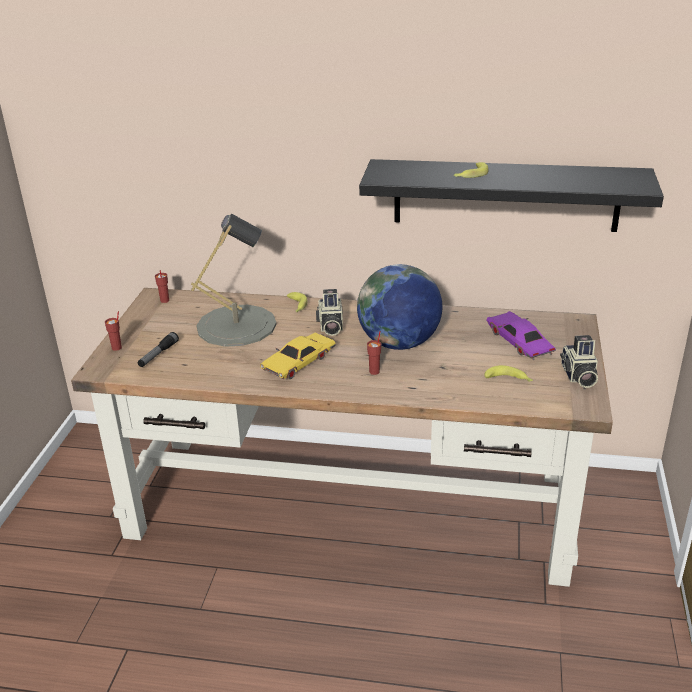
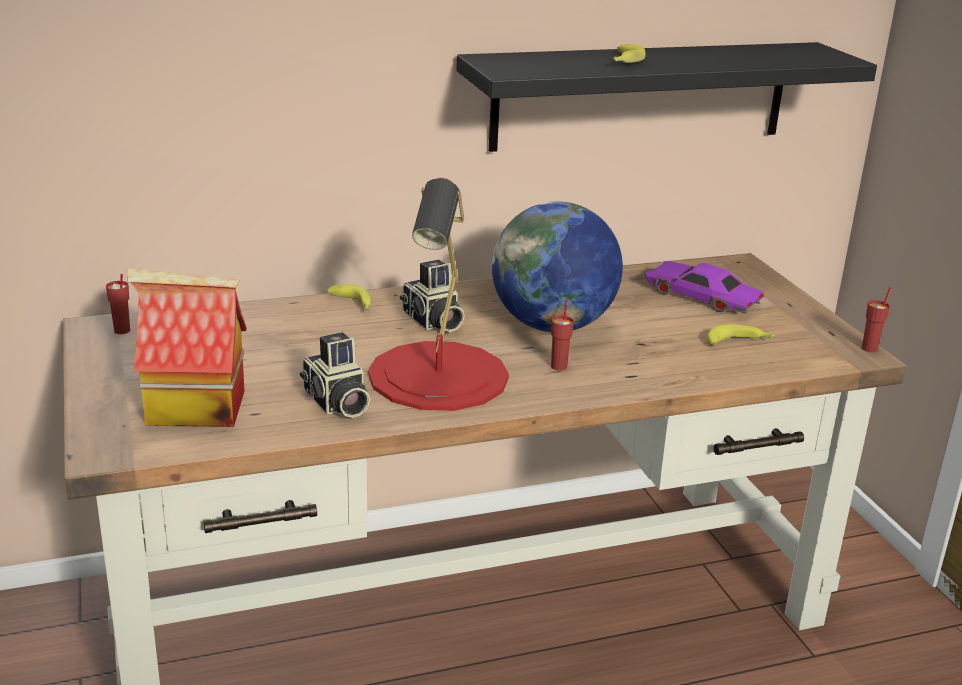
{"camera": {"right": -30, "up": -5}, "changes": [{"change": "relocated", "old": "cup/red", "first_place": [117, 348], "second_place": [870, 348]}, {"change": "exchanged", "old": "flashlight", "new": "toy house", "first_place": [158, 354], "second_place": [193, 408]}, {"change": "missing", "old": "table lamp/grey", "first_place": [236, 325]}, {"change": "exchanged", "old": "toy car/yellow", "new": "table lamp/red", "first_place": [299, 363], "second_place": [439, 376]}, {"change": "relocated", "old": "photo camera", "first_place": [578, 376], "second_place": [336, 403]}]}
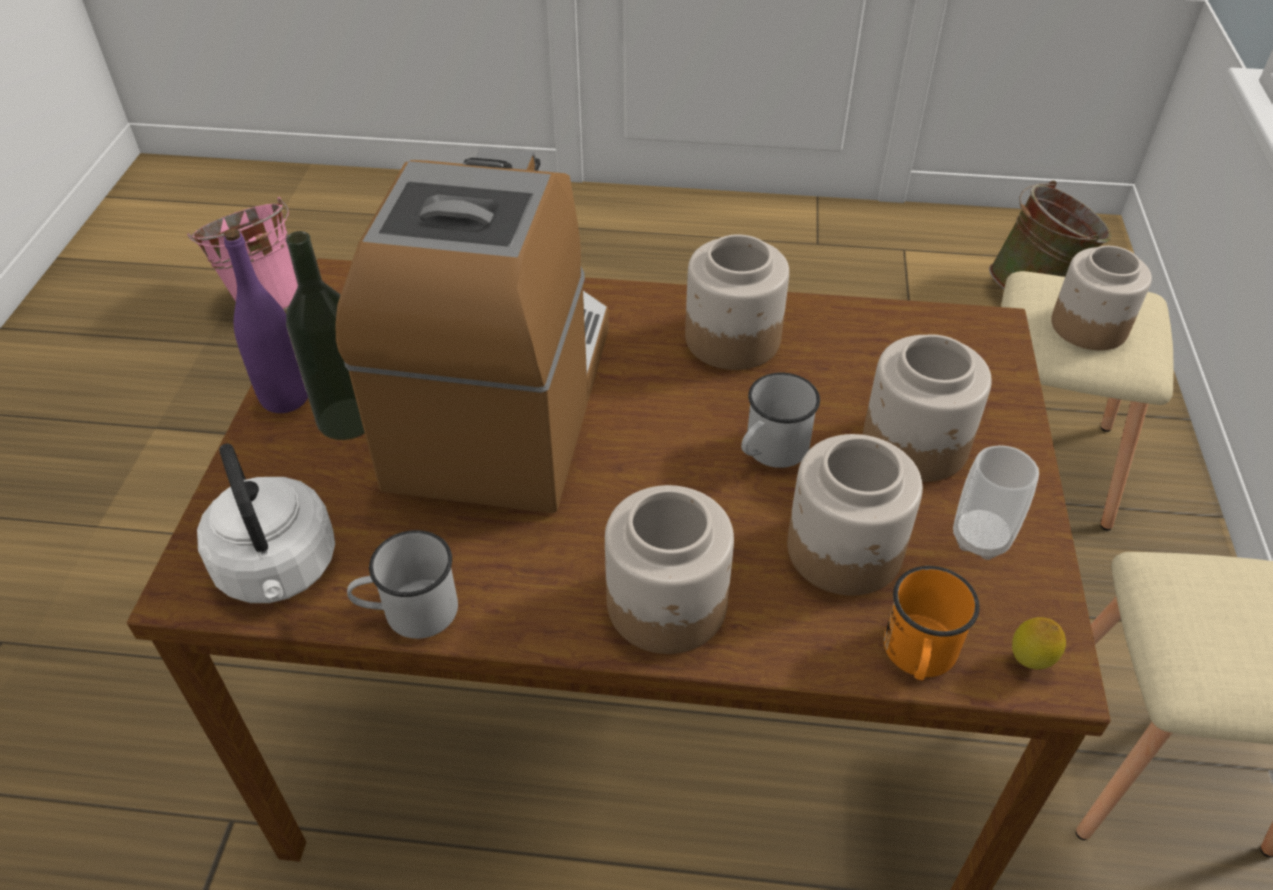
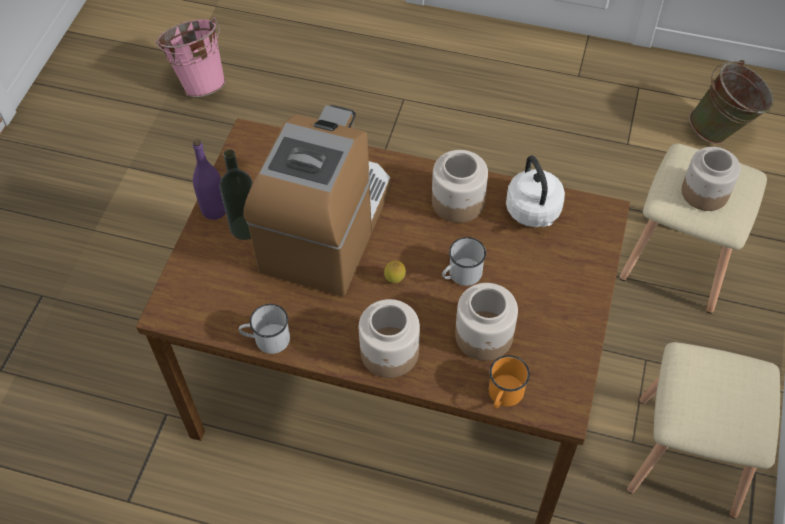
{"camera": {"right": 10, "up": 10}, "changes": [{"change": "relocated", "old": "kettle/white", "first_place": [279, 571], "second_place": [534, 212]}, {"change": "missing", "old": "jar", "first_place": [916, 444]}, {"change": "missing", "old": "cup", "first_place": [980, 538]}, {"change": "relocated", "old": "lemon", "first_place": [1029, 662], "second_place": [395, 280]}]}
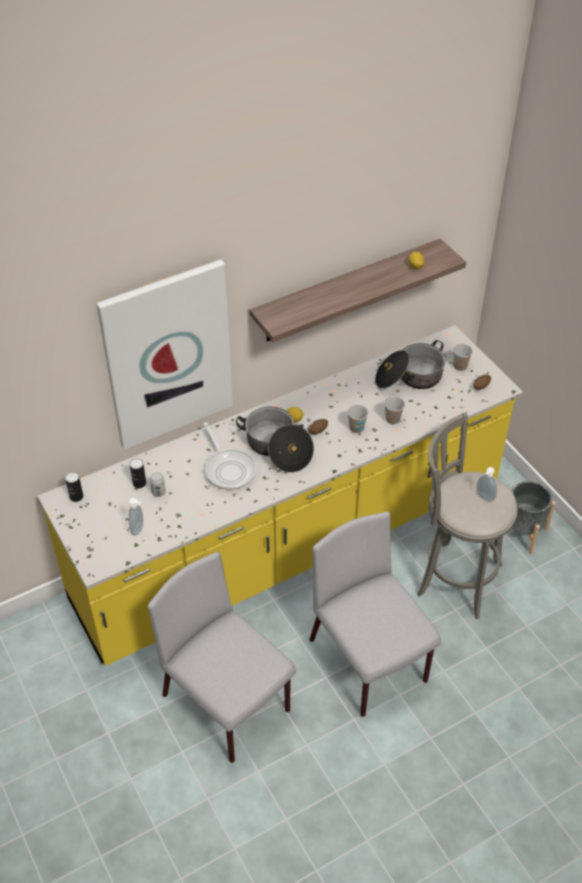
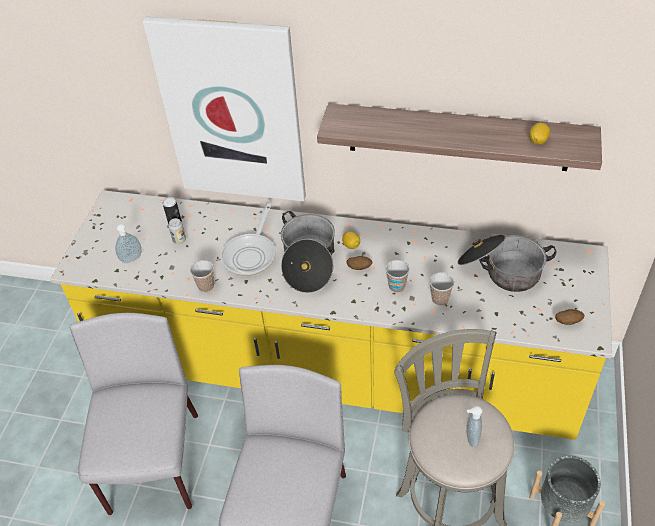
{"camera": {"right": 45, "up": 0}, "changes": [{"change": "missing", "old": "can", "first_place": [76, 497]}, {"change": "relocated", "old": "cup", "first_place": [460, 366], "second_place": [206, 286]}]}
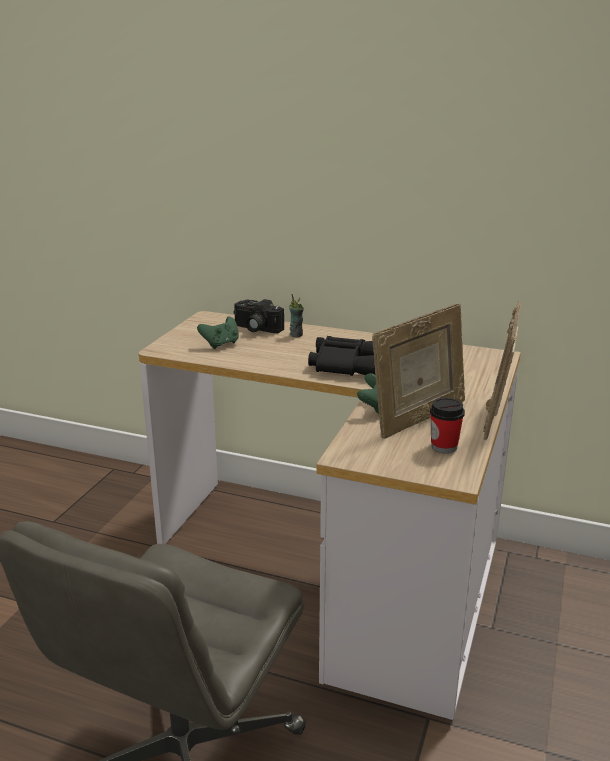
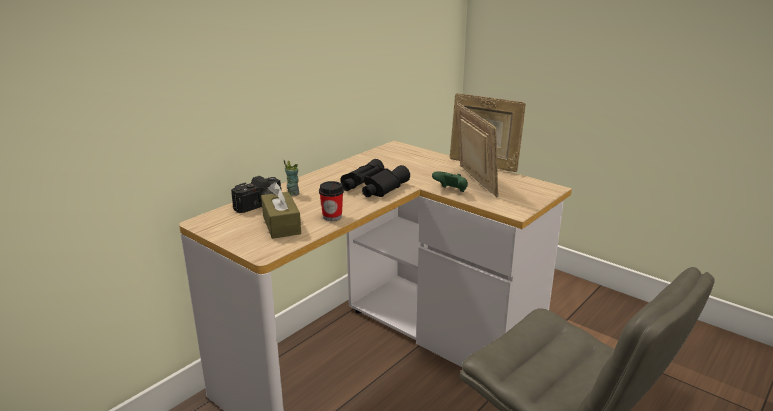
{"camera": {"right": -70, "up": 0}, "changes": [{"change": "exchanged", "old": "game controller/green", "new": "tissue box/brown", "first_place": [221, 344], "second_place": [281, 225]}, {"change": "relocated", "old": "cup", "first_place": [444, 446], "second_place": [332, 217]}]}
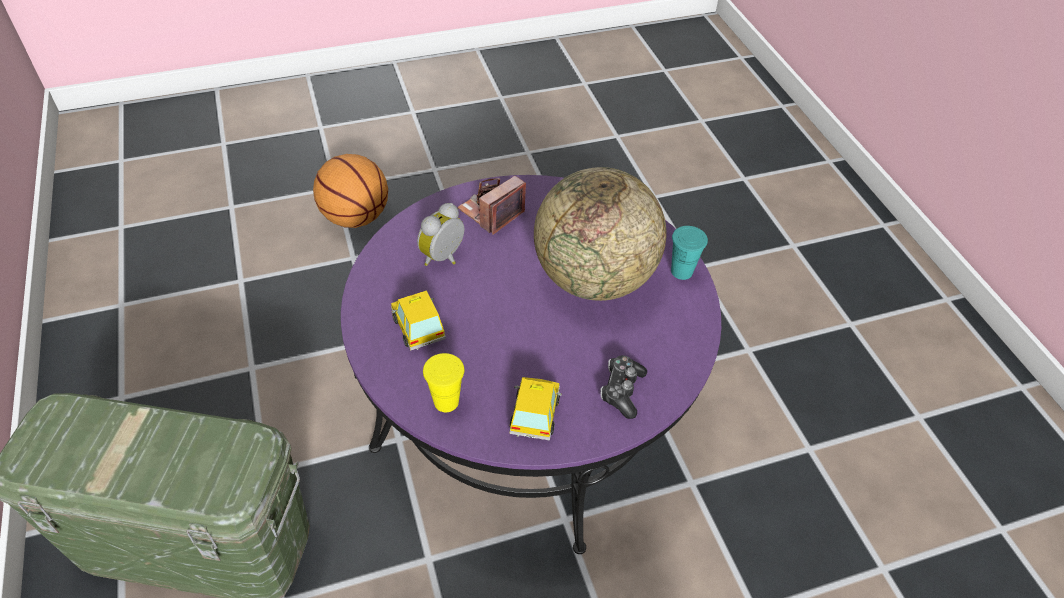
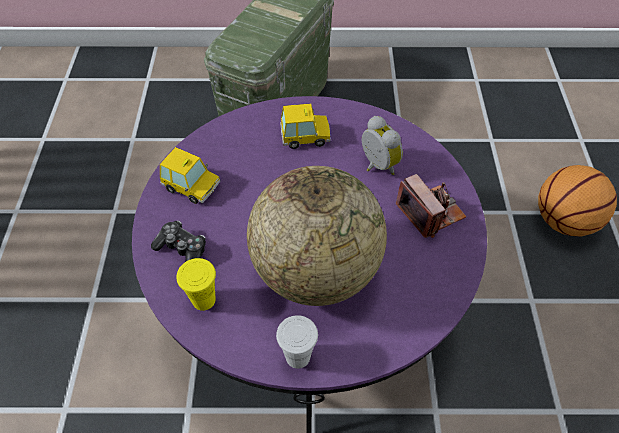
{"camera": {"right": 110, "up": 5}, "changes": [{"change": "relocated", "old": "cup/yellow", "first_place": [446, 401], "second_place": [204, 300]}, {"change": "colour", "old": "cup/turquoise", "new": "cup/white", "first_place": [681, 271], "second_place": [298, 356]}]}
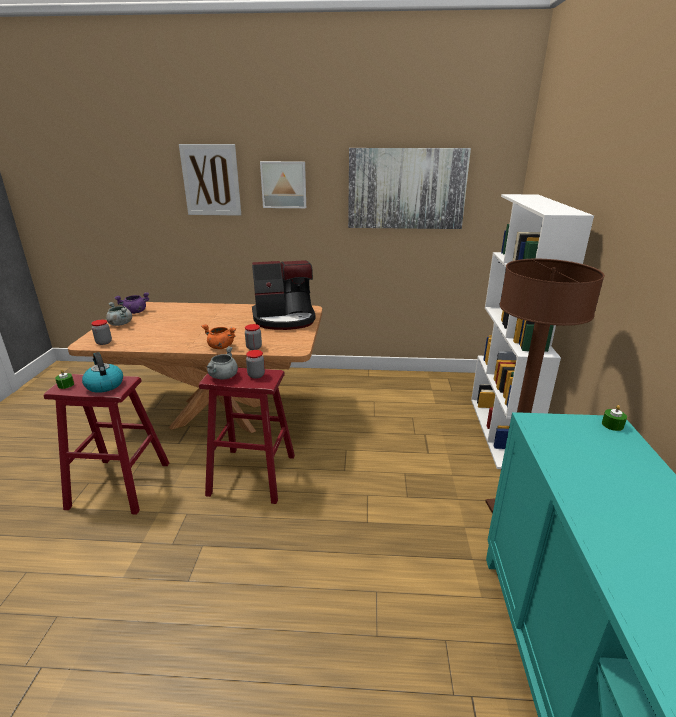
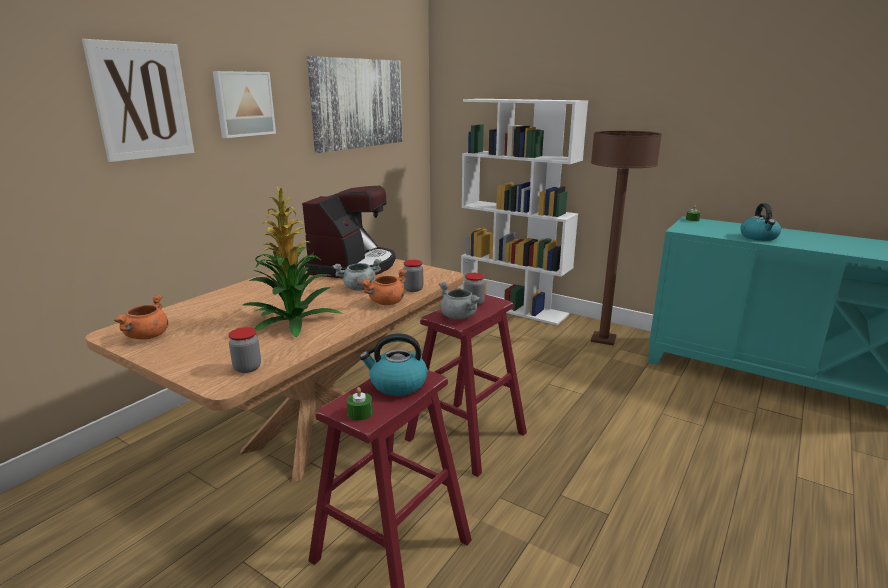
{"camera": {"right": -60, "up": -5}, "changes": [{"change": "relocated", "old": "cooking pot/grey", "first_place": [120, 324], "second_place": [359, 288]}, {"change": "colour", "old": "cooking pot/purple", "new": "cooking pot/orange", "first_place": [135, 312], "second_place": [147, 336]}, {"change": "appeared", "new": "potted plant", "second_place": [292, 321]}, {"change": "appeared", "new": "kettle", "second_place": [759, 237]}]}
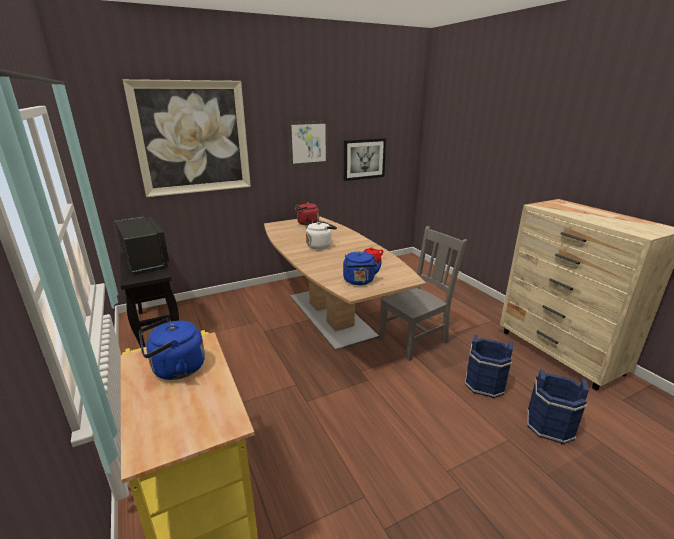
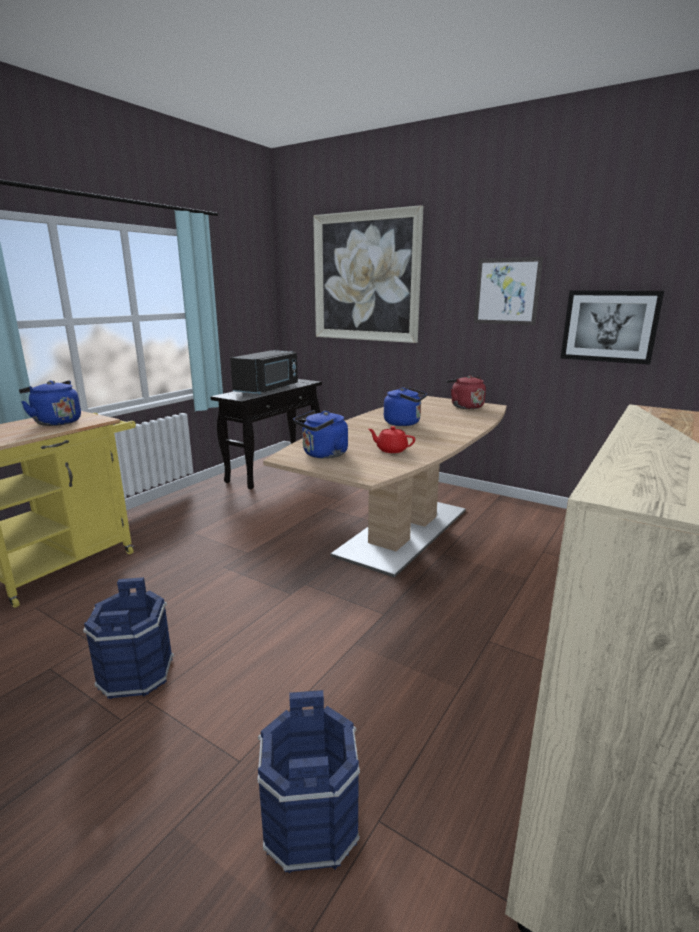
{"camera": {"right": 60, "up": -5}, "changes": [{"change": "colour", "old": "kettle/white", "new": "kettle/blue", "first_place": [320, 245], "second_place": [404, 423]}, {"change": "missing", "old": "chair/grey", "first_place": [415, 339]}, {"change": "relocated", "old": "bucket/blue", "first_place": [484, 384], "second_place": [135, 673]}]}
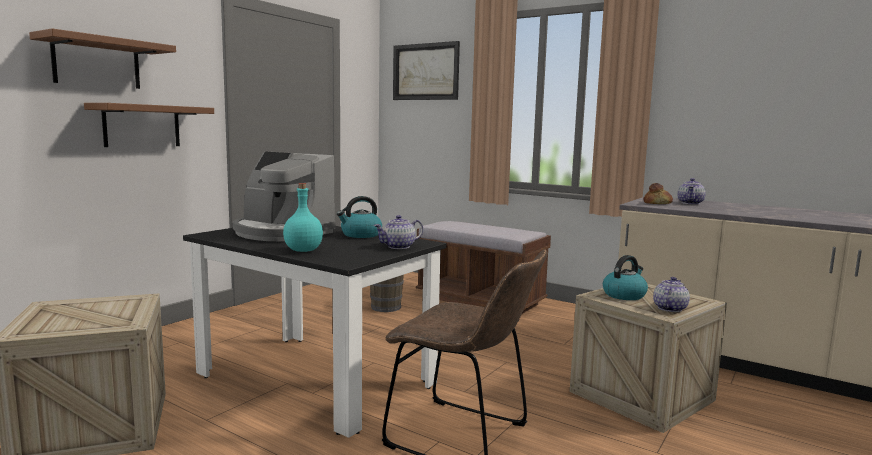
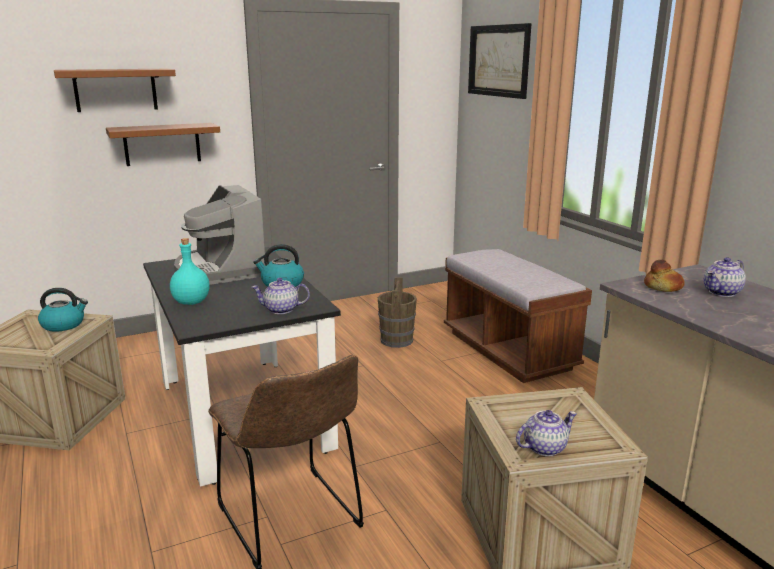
{"camera": {"right": 30, "up": 10}, "changes": [{"change": "relocated", "old": "kettle", "first_place": [624, 295], "second_place": [64, 325]}]}
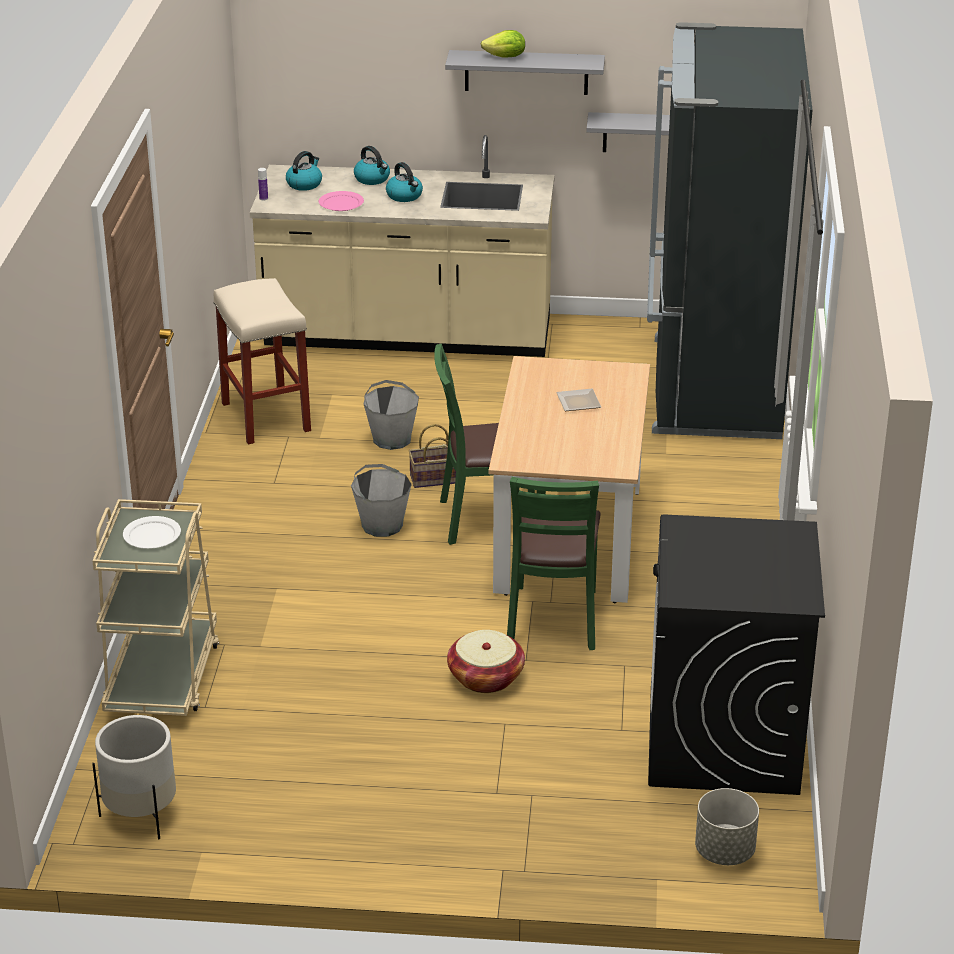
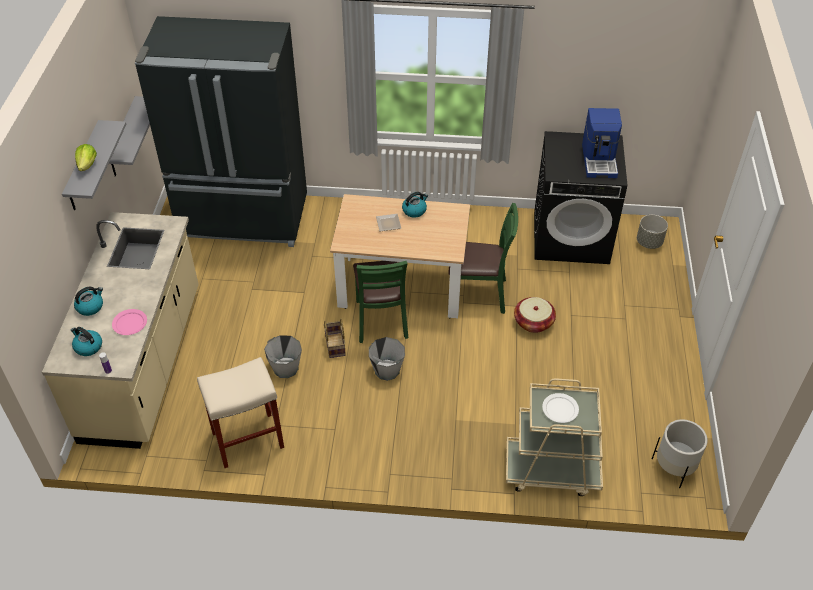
{"camera": {"right": -90, "up": 15}, "changes": [{"change": "relocated", "old": "kettle", "first_place": [405, 196], "second_place": [414, 210]}, {"change": "appeared", "new": "coffee machine", "second_place": [600, 160]}]}
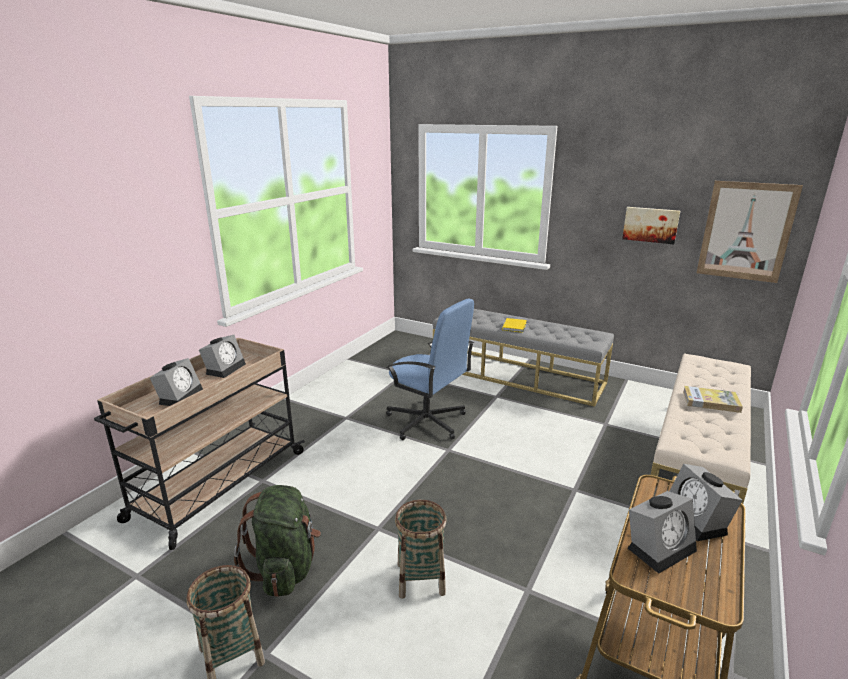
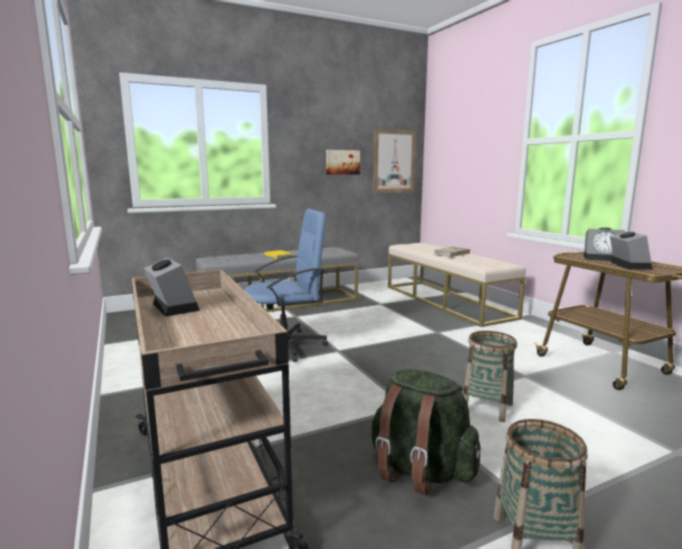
{"camera": {"right": -55, "up": -10}, "changes": [{"change": "missing", "old": "alarm clock", "first_place": [180, 396]}]}
